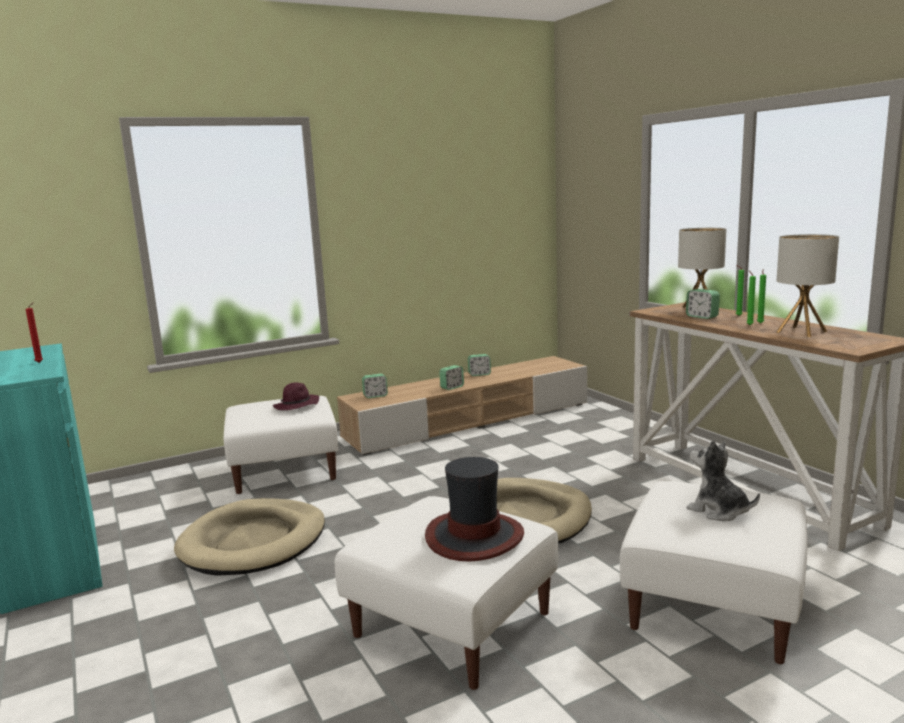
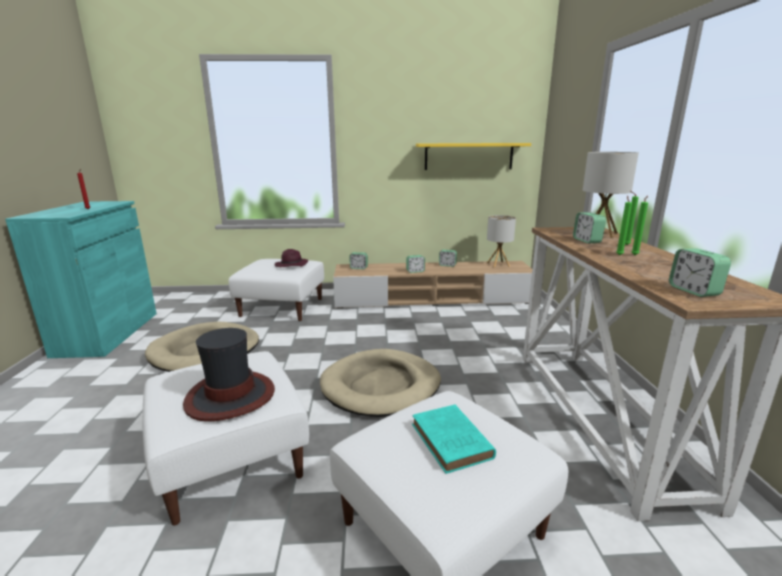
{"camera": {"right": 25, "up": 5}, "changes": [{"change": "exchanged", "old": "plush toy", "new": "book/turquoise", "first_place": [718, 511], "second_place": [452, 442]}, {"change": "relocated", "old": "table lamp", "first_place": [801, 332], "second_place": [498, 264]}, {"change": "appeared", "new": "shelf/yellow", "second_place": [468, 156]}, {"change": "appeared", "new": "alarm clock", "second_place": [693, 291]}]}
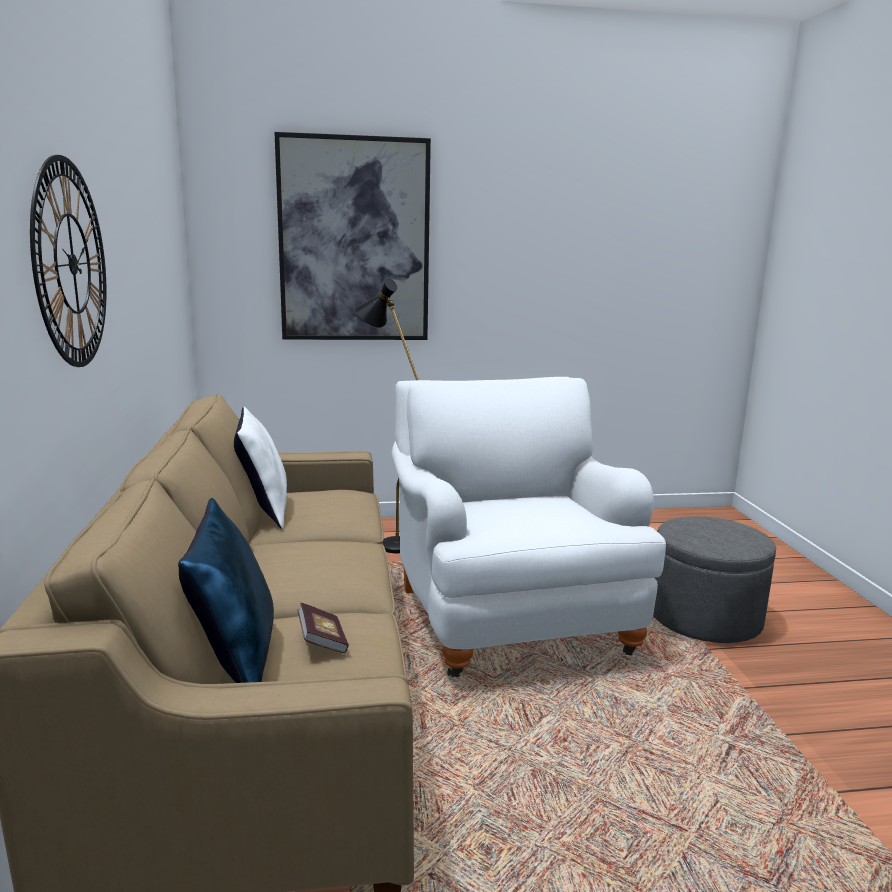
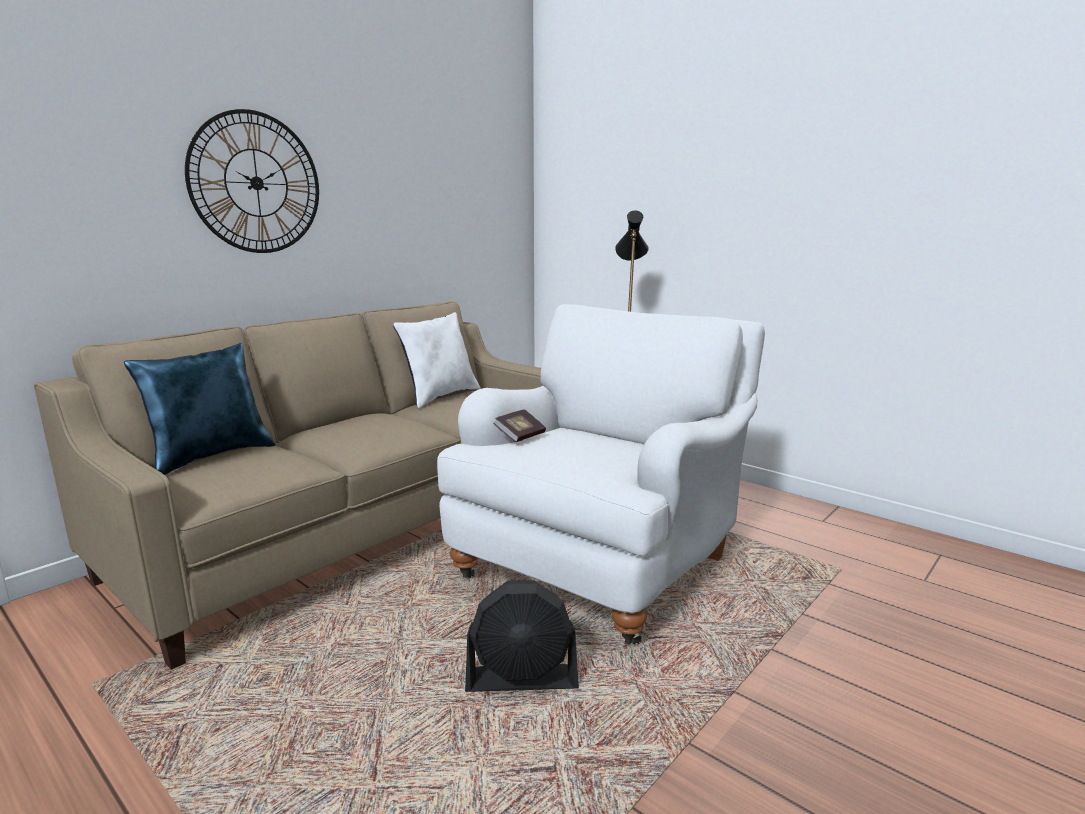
{"camera": {"right": 50, "up": 0}, "changes": [{"change": "missing", "old": "picture", "first_place": [354, 241]}, {"change": "relocated", "old": "book", "first_place": [322, 641], "second_place": [520, 436]}, {"change": "missing", "old": "ottoman/grey", "first_place": [704, 617]}, {"change": "appeared", "new": "fan/black", "second_place": [522, 680]}]}
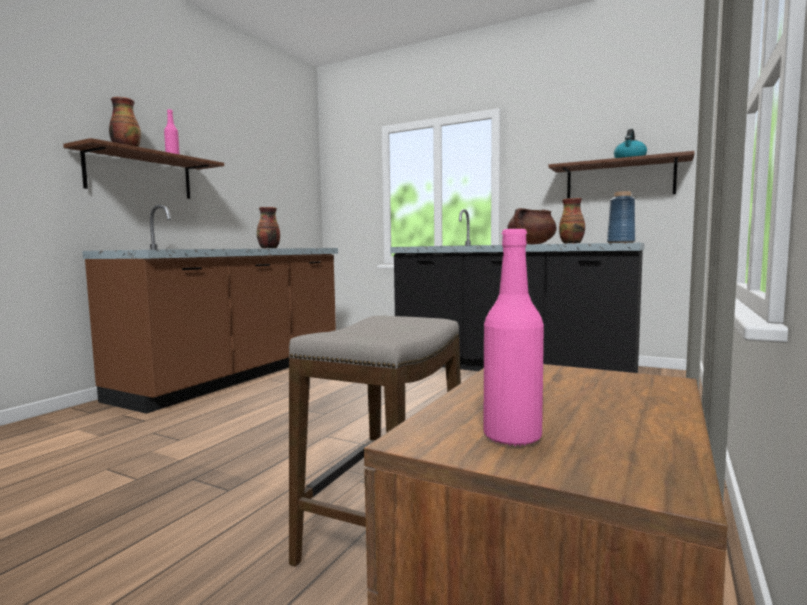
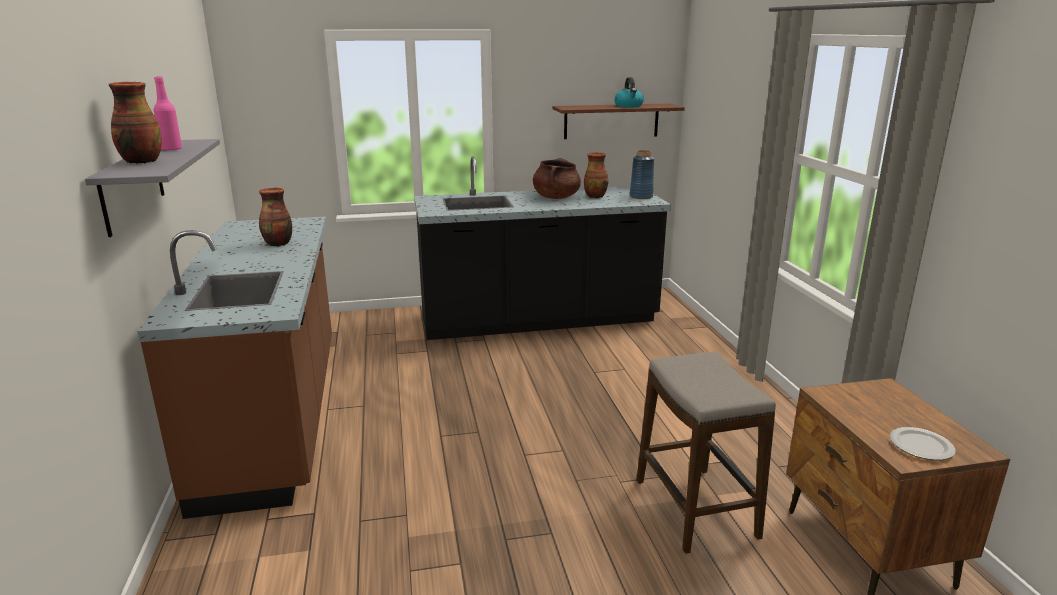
{"camera": {"right": -40, "up": 15}, "changes": [{"change": "colour", "old": "shelf/brown", "new": "shelf/grey", "first_place": [140, 175], "second_place": [132, 185]}, {"change": "exchanged", "old": "bottle/pink", "new": "plate", "first_place": [512, 437], "second_place": [920, 446]}]}
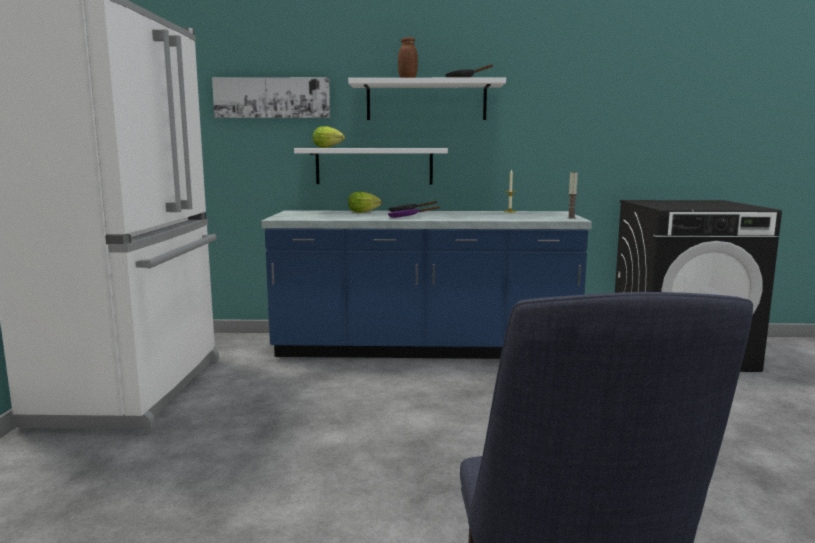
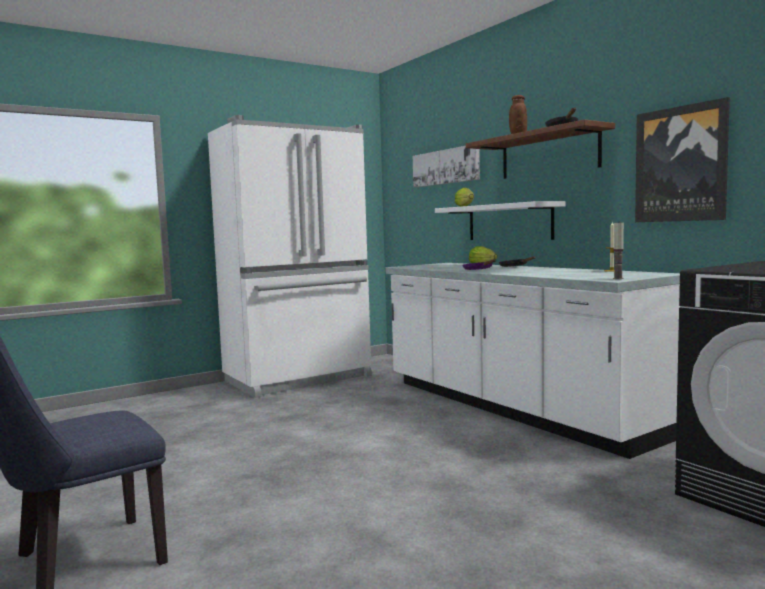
{"camera": {"right": 55, "up": -5}, "changes": [{"change": "colour", "old": "counter/blue", "new": "counter/white", "first_place": [424, 349], "second_place": [512, 408]}, {"change": "colour", "old": "shelf/white", "new": "shelf/brown", "first_place": [426, 101], "second_place": [548, 154]}, {"change": "appeared", "new": "picture", "second_place": [680, 164]}]}
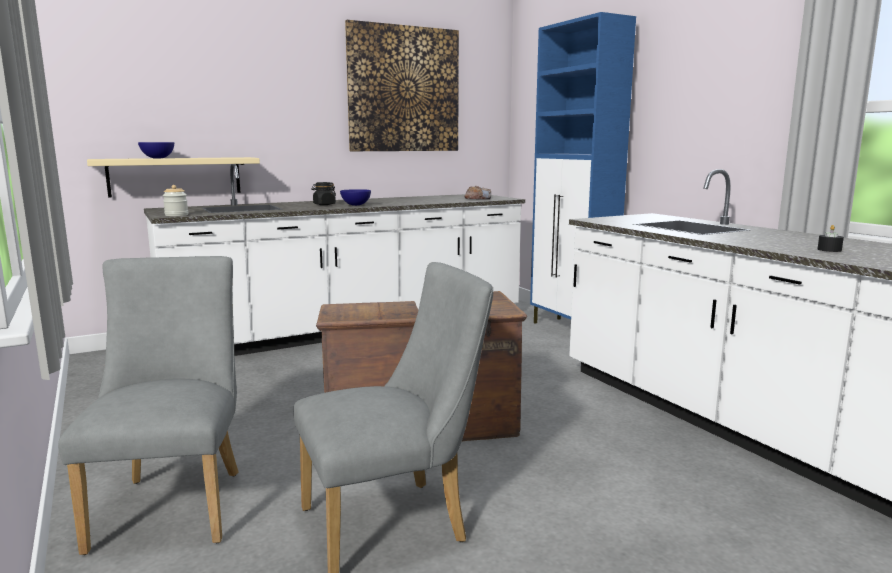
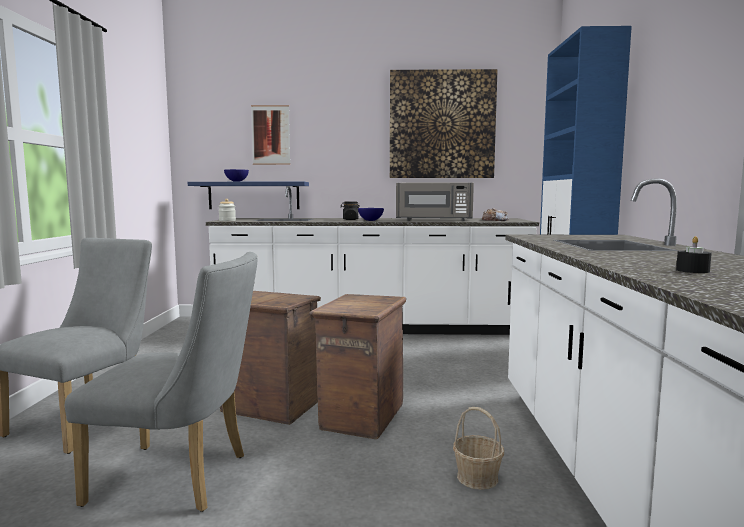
{"camera": {"right": 30, "up": -5}, "changes": [{"change": "colour", "old": "shelf/beige", "new": "shelf/blue", "first_place": [175, 176], "second_place": [254, 195]}, {"change": "appeared", "new": "picture", "second_place": [271, 135]}, {"change": "appeared", "new": "microwave/grey", "second_place": [434, 220]}, {"change": "appeared", "new": "basket", "second_place": [477, 477]}]}
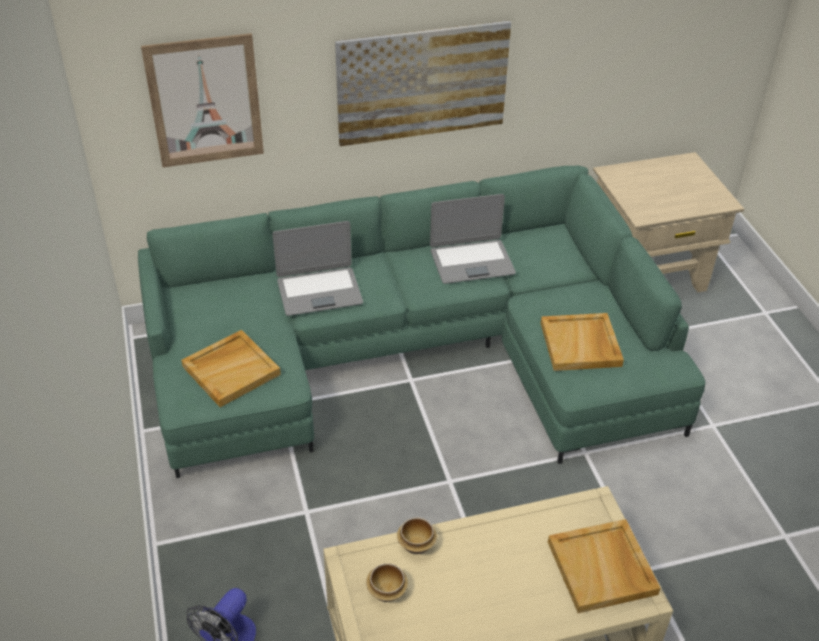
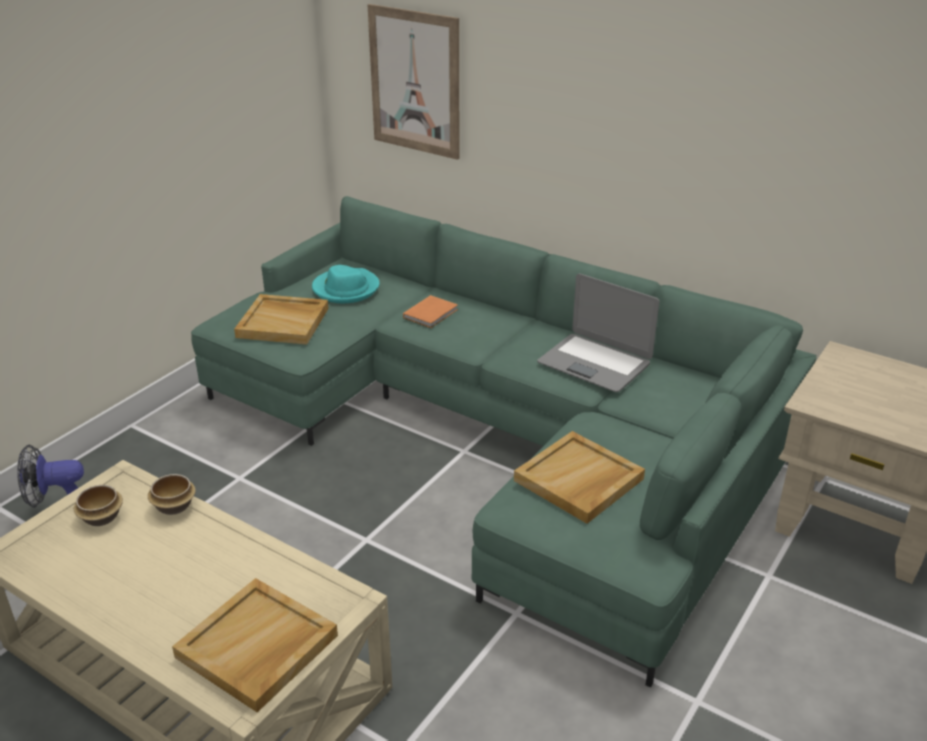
{"camera": {"right": 50, "up": -10}, "changes": [{"change": "exchanged", "old": "laptop", "new": "book/orange", "first_place": [319, 291], "second_place": [432, 313]}, {"change": "missing", "old": "picture", "first_place": [422, 83]}, {"change": "appeared", "new": "hat/turquoise", "second_place": [346, 289]}]}
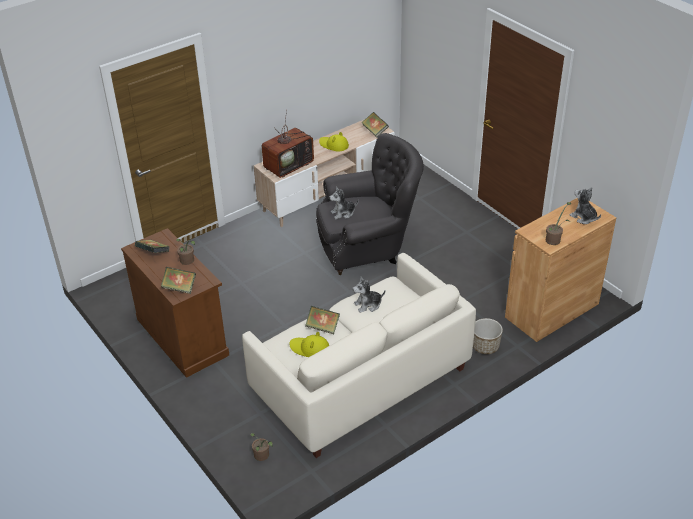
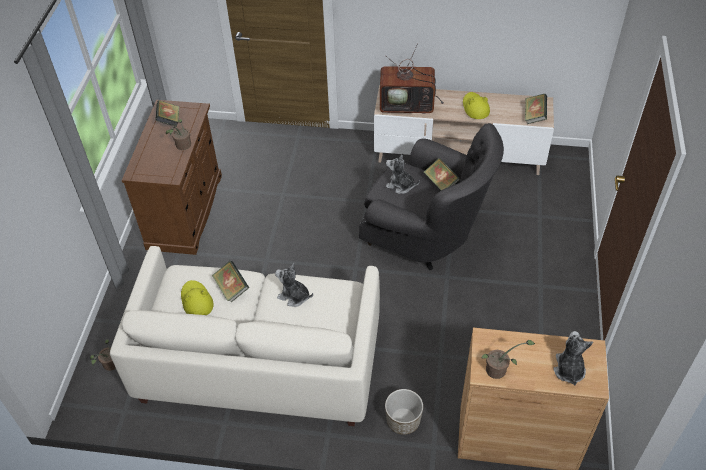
{"camera": {"right": 45, "up": 10}, "changes": [{"change": "relocated", "old": "book", "first_place": [179, 288], "second_place": [441, 183]}]}
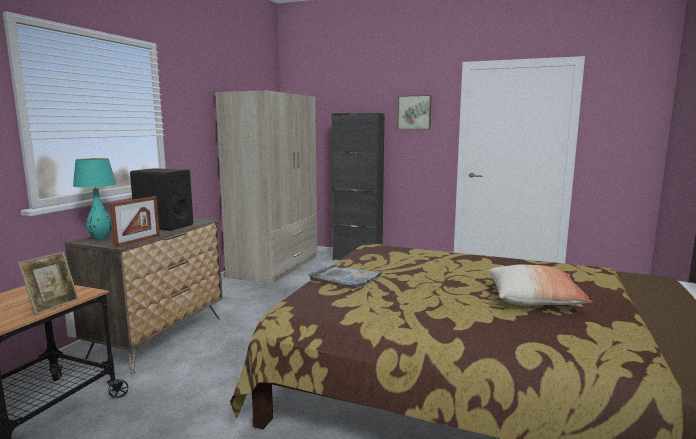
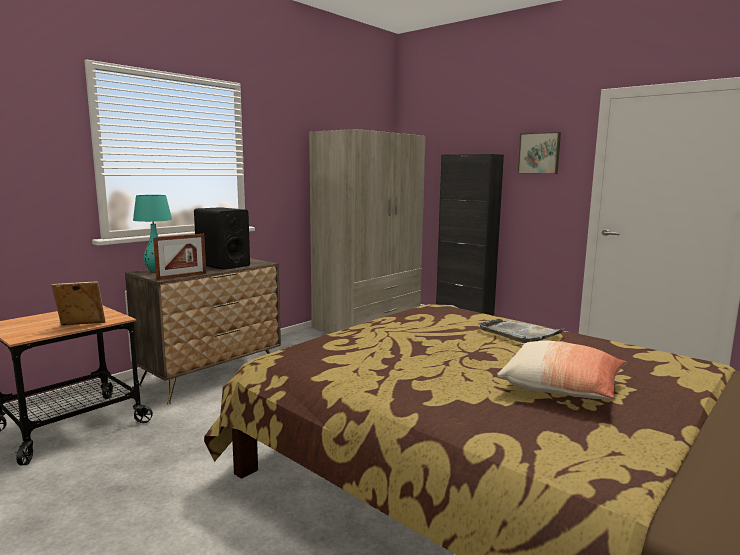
{"camera": {"right": 20, "up": 0}, "changes": [{"change": "spun", "old": "picture frame", "first_place": [53, 306], "second_place": [81, 326], "degrees": -150}, {"change": "relocated", "old": "tray/grey", "first_place": [346, 279], "second_place": [519, 333]}]}
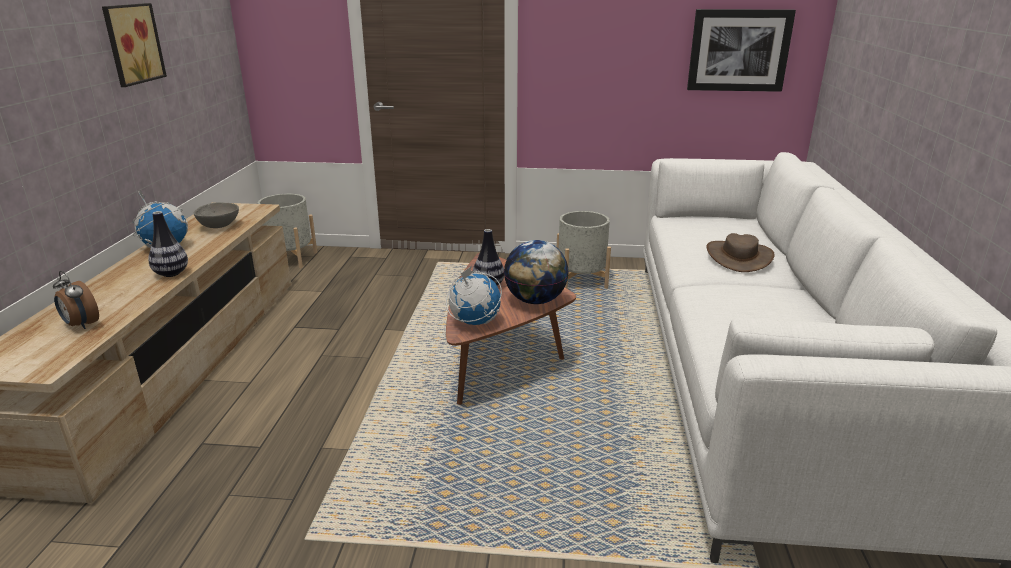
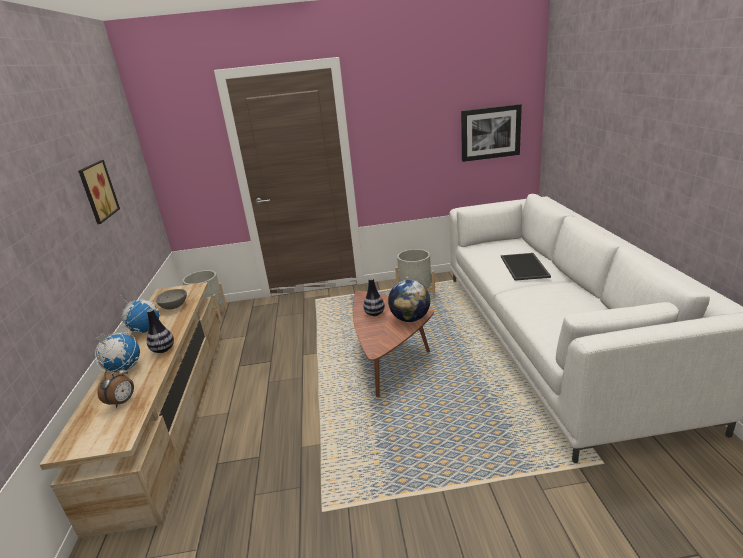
{"camera": {"right": -10, "up": 0}, "changes": [{"change": "spun", "old": "alarm clock", "first_place": [81, 325], "second_place": [122, 402], "degrees": -90}, {"change": "relocated", "old": "globe", "first_place": [474, 322], "second_place": [123, 368]}, {"change": "exchanged", "old": "hat/brown", "new": "tray", "first_place": [739, 257], "second_place": [525, 267]}]}
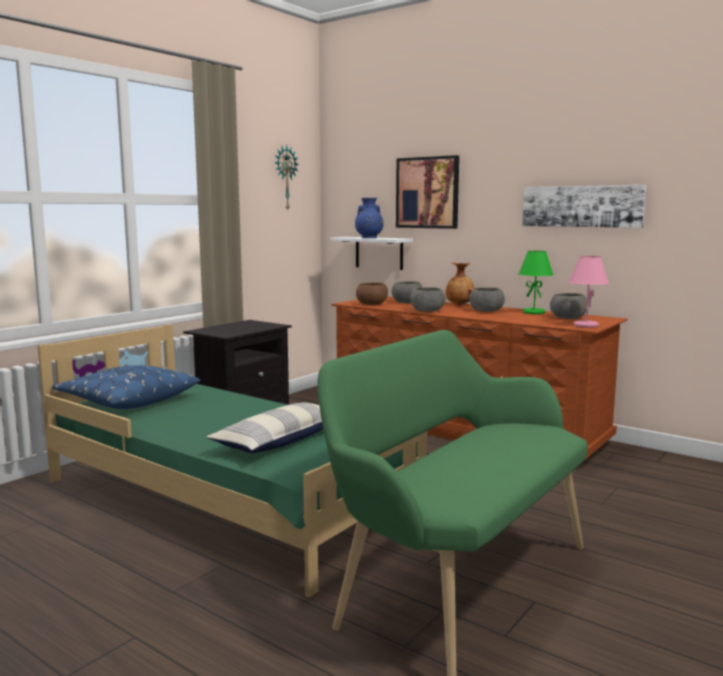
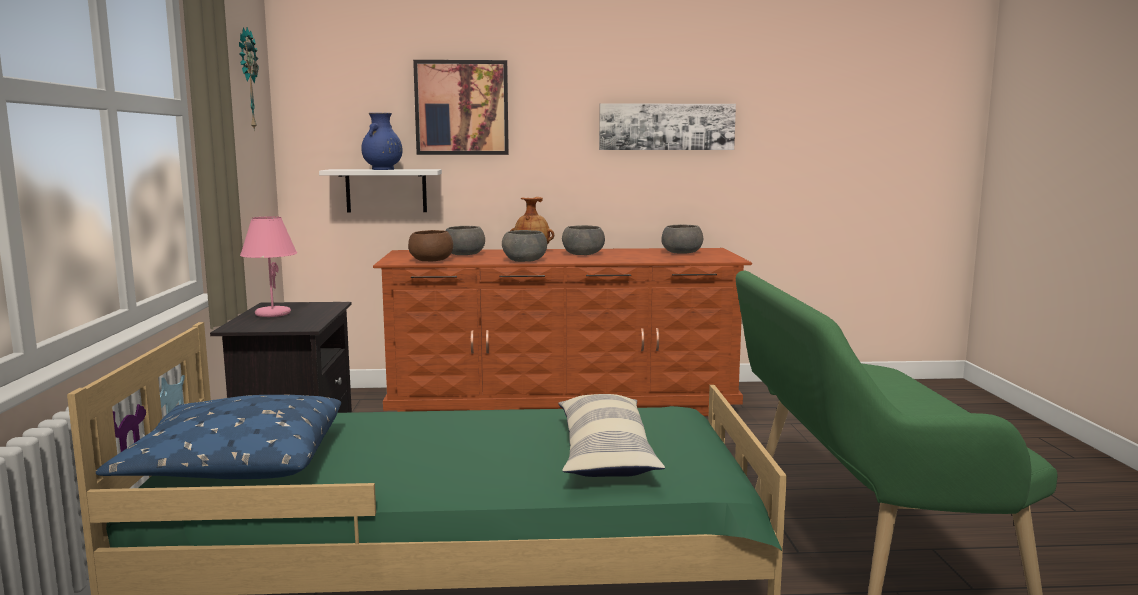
{"camera": {"right": -40, "up": 0}, "changes": [{"change": "missing", "old": "table lamp/green", "first_place": [534, 312]}, {"change": "relocated", "old": "table lamp/pink", "first_place": [585, 325], "second_place": [272, 314]}]}
